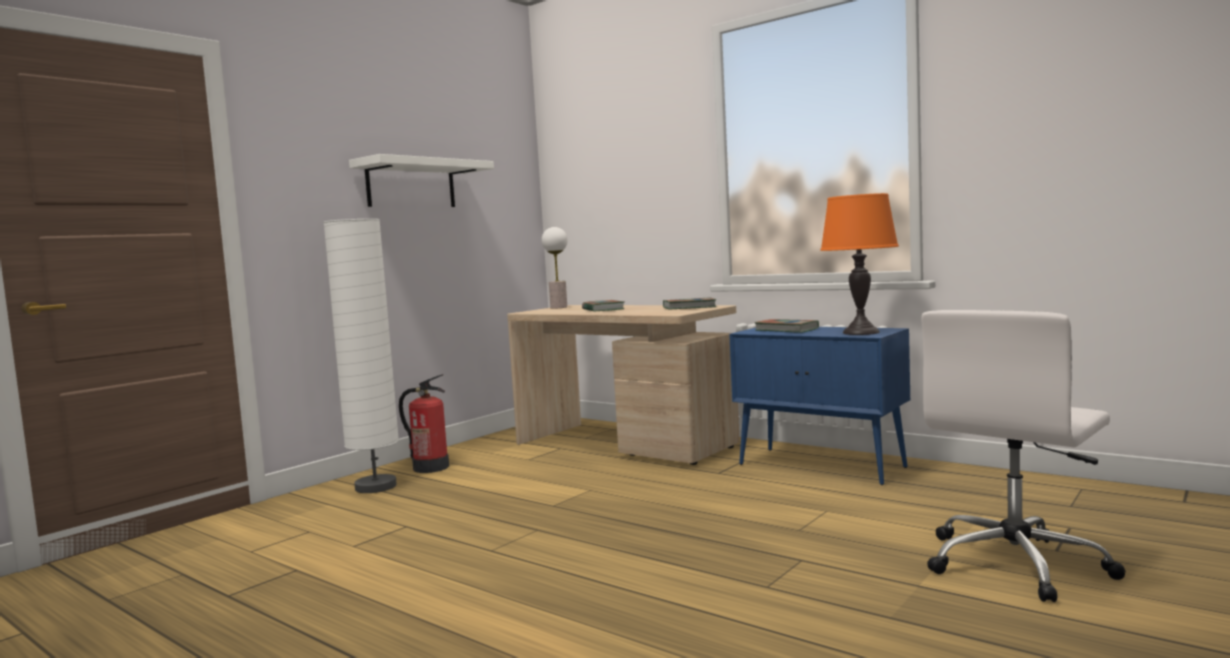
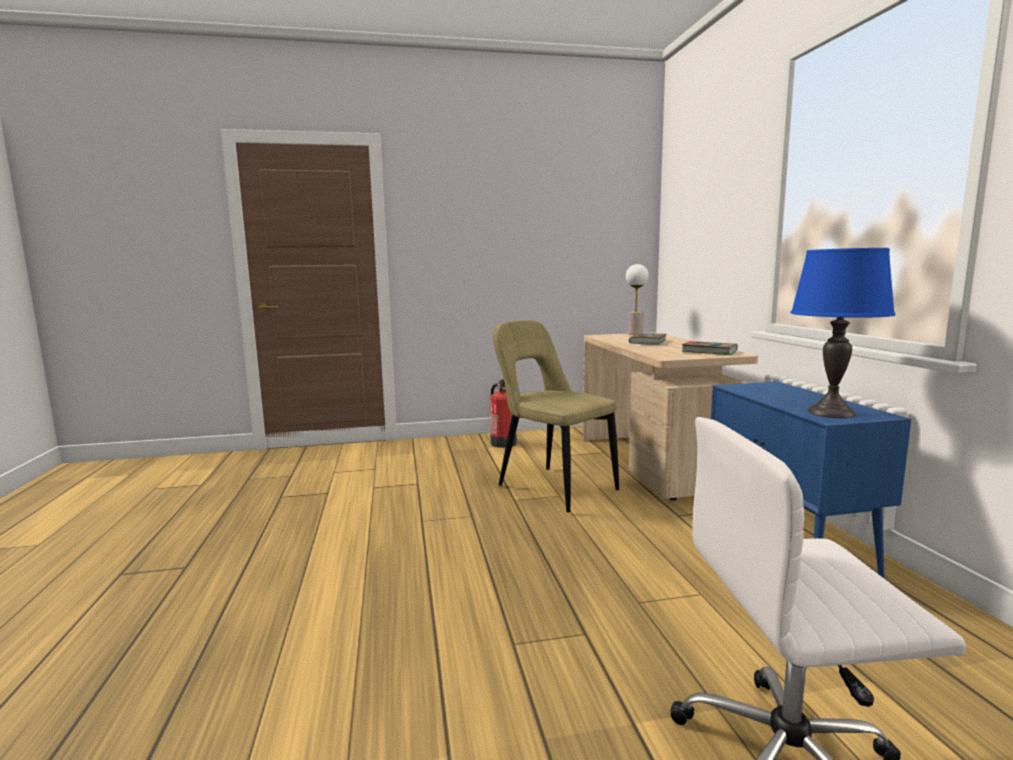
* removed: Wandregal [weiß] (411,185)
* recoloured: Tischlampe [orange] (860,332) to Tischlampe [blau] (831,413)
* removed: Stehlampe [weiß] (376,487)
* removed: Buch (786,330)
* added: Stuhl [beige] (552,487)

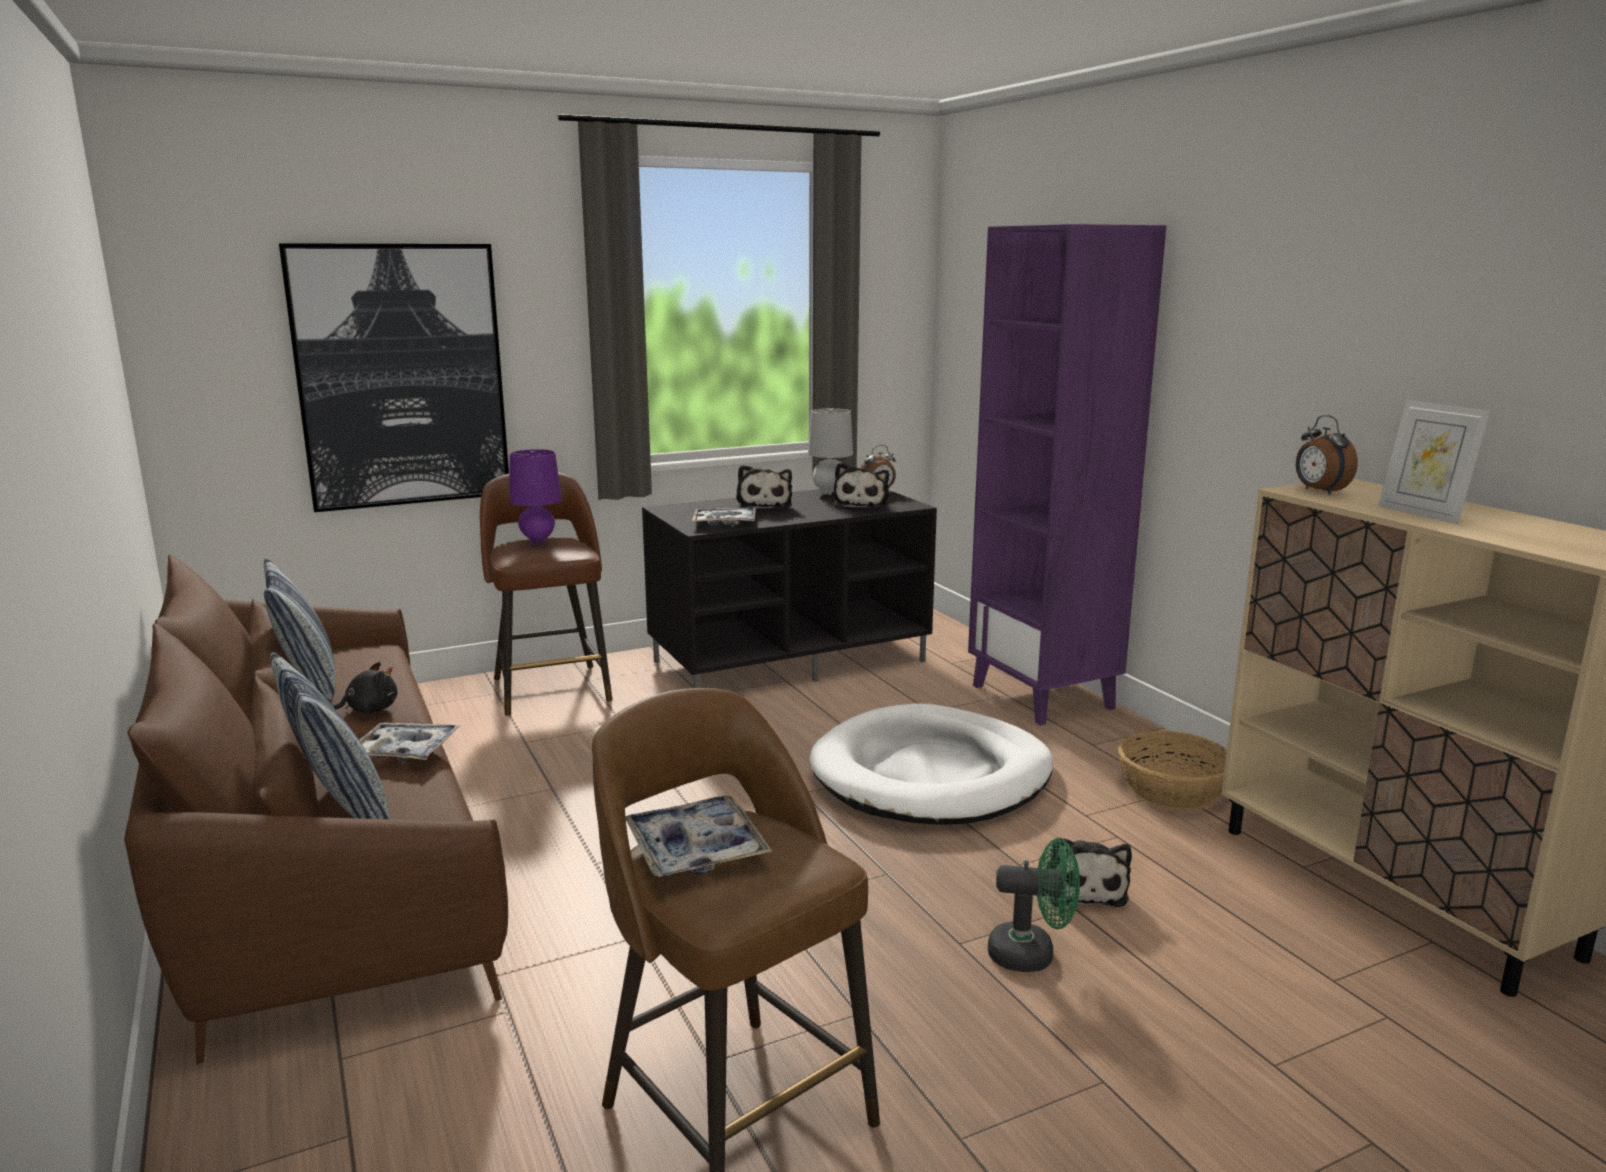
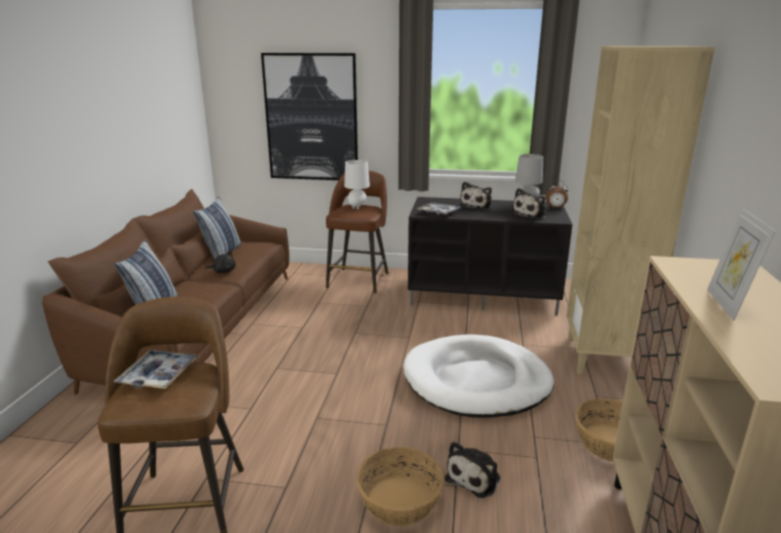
* recoloured: Bücherregal [lila] (1044,697) to Bücherregal [beige] (603,357)
* removed: Wecker (1319,491)
* recoloured: Tischlampe [lila] (539,544) to Tischlampe [weiß] (357,208)
* removed: Tablett (404,751)
* replaced: Ventilator [grün] (1032,954) to Korb (399,500)

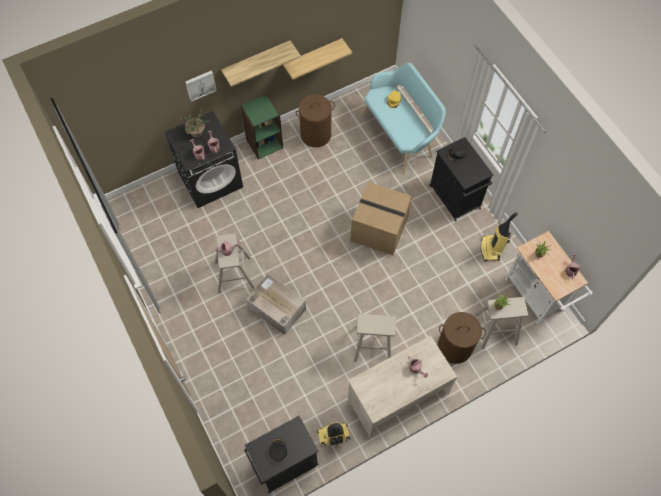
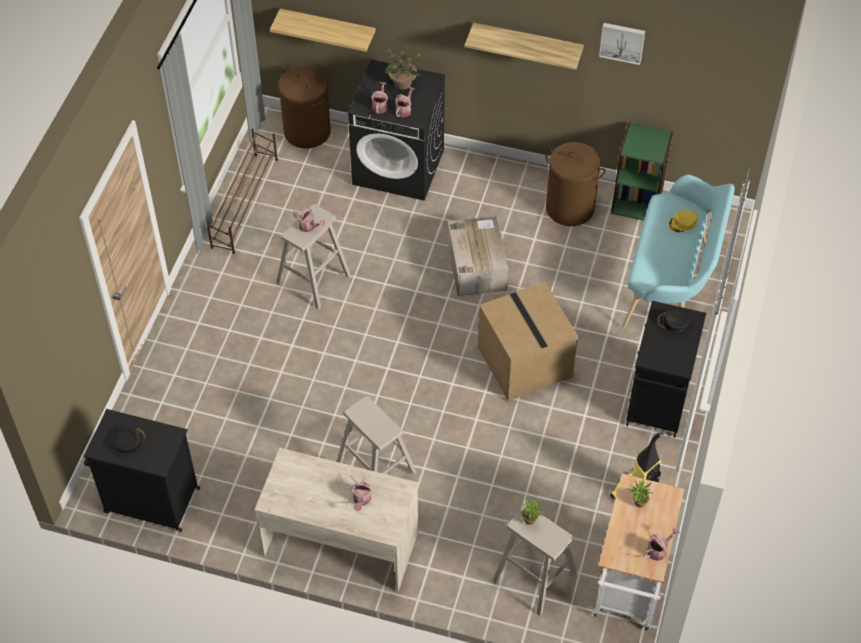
* moved: Wandregal (313,56) to (328,28)
* moved: Bild (200,85) to (622,42)
* moved: Bücherregal [grün] (264,143) to (637,202)
* moved: Karton (276,308) to (476,265)
* moved: Wäschekorb [braun] (454,347) to (307,132)
* removed: Staubsauger (333,436)
* added: Schuhregal [braun] (245,202)

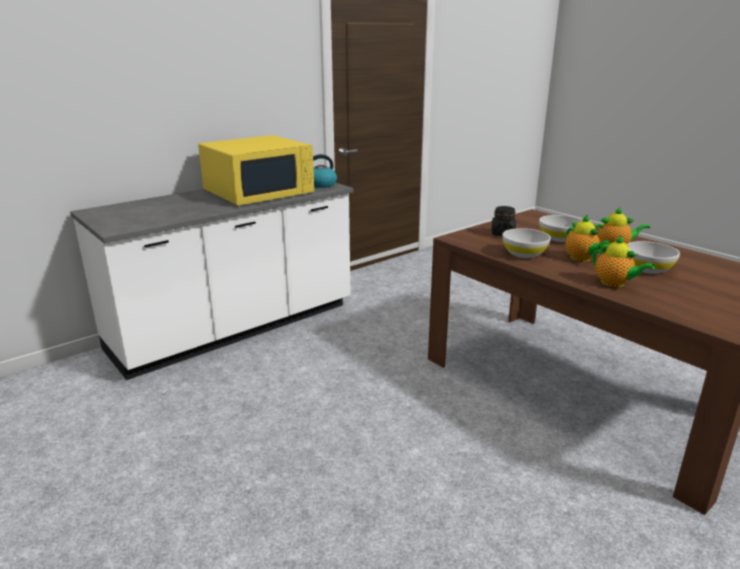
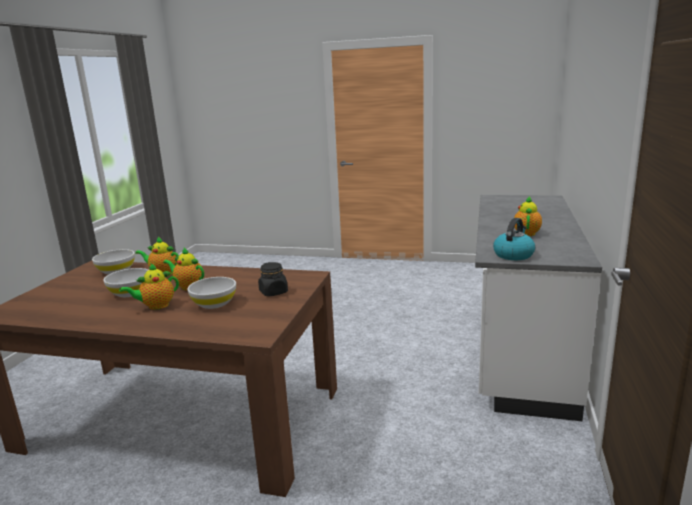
* replaced: Mikrowelle [gelb] (259,192) to Teekanne (526,233)
* moved: Schüssel [weiß] (524,254) to (116,271)

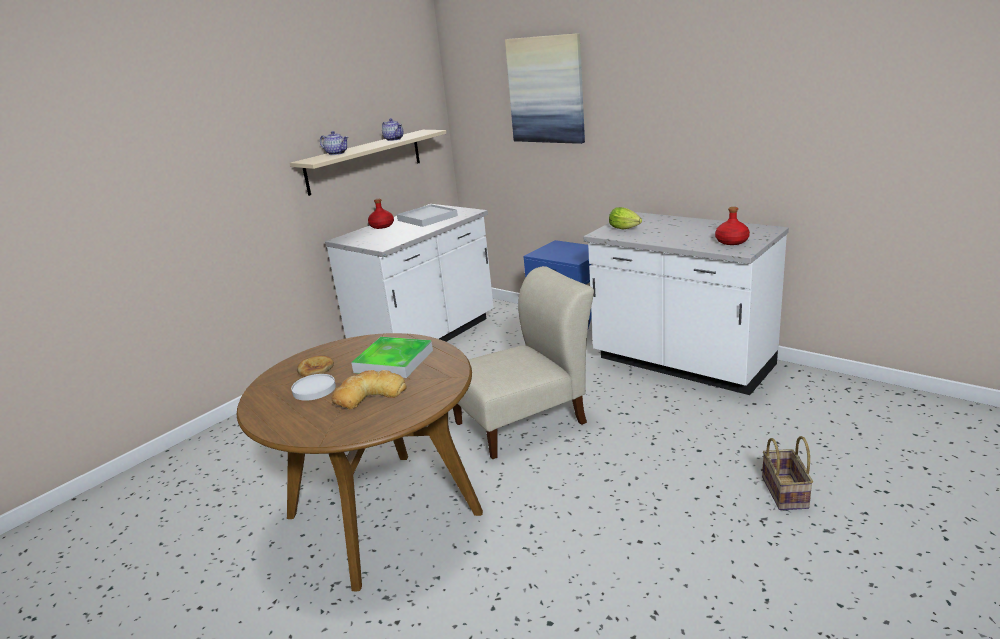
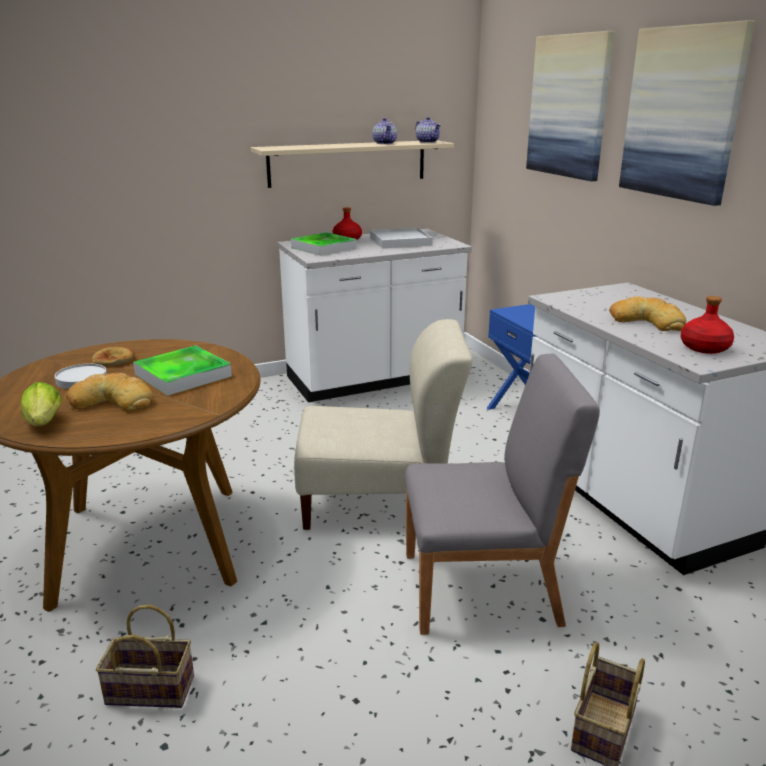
* moved: Teekanne (337,153) to (428,142)
* moved: Salatkopf (626,229) to (44,424)
* added: Bild (682,113)
* added: Tablett (323,248)
* added: Brot (647,321)
* added: Stuhl [grau] (483,588)
* added: Korb (147,691)

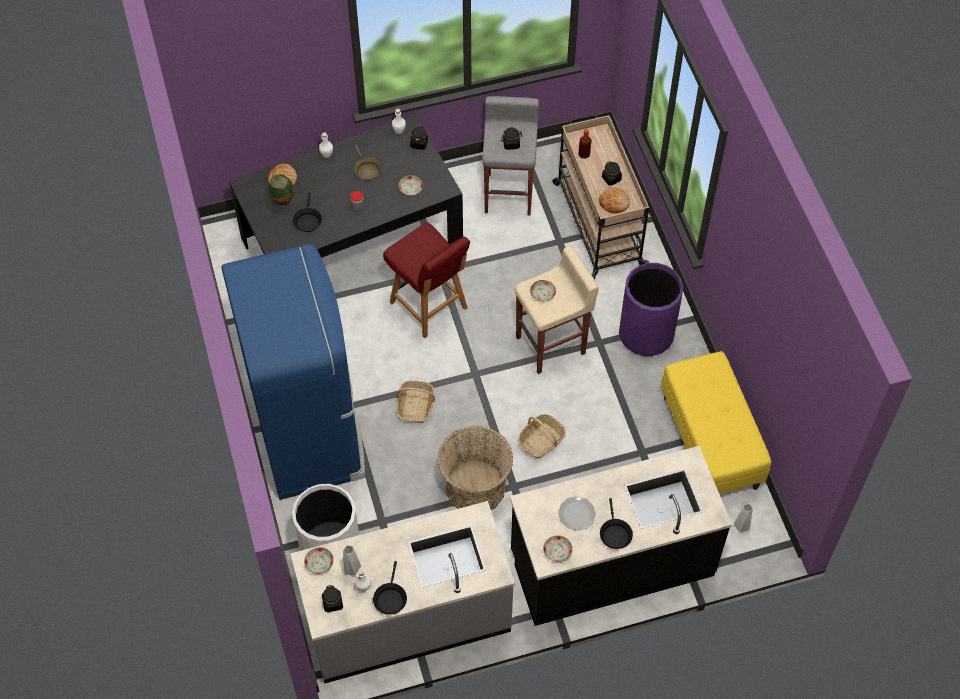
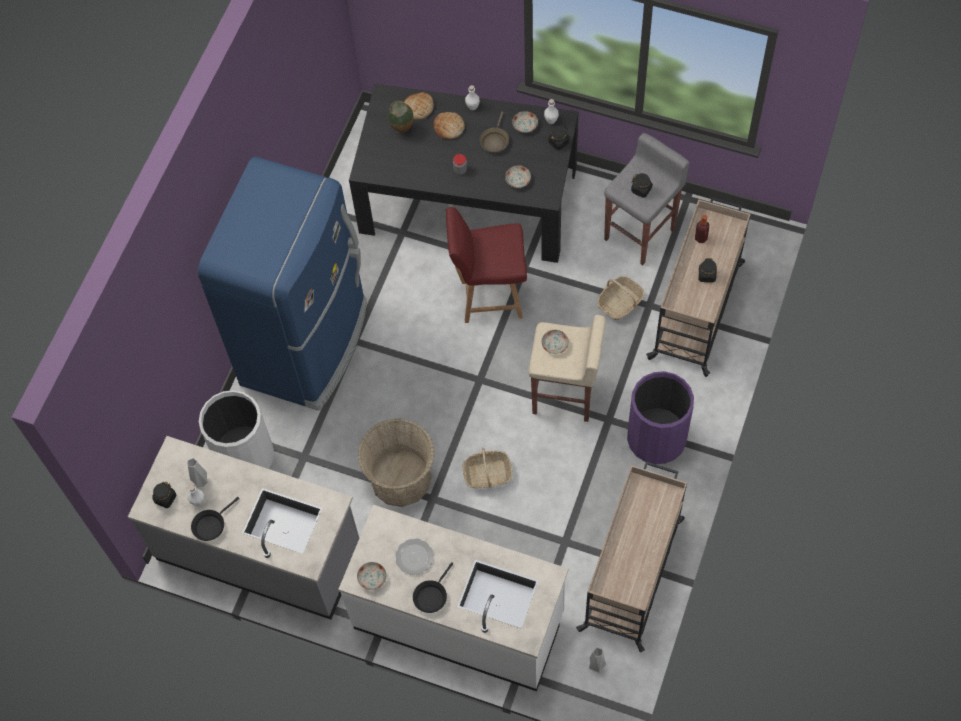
* moved: Brot (614,202) to (449,127)
* removed: Pfanne [schwarz] (307,220)
* turned: Stuhl [rot] (429,306) = (489,295) 90 degrees clockwise
* replaced: Bank [gelb] (711,442) to Rollwagen [beige] (632,573)
* moved: Korb (415,406) to (620,302)
* recoloured: Küchenzeile [schwarz] (611,563) to Küchenzeile [weiß] (459,619)
* moved: Teller (319,564) to (524,125)

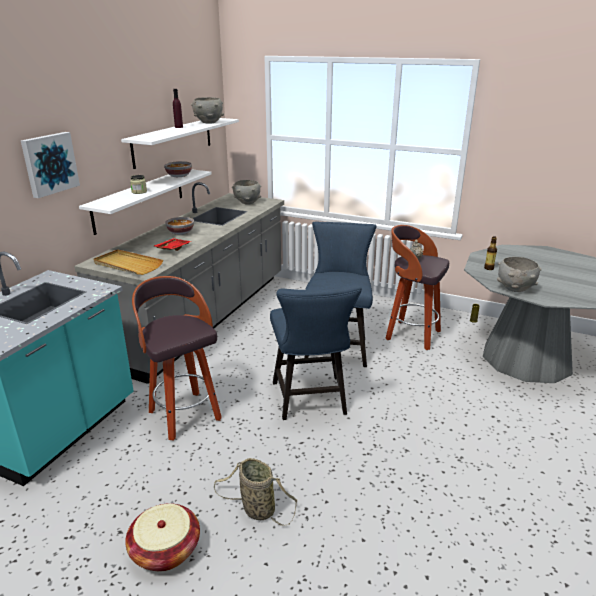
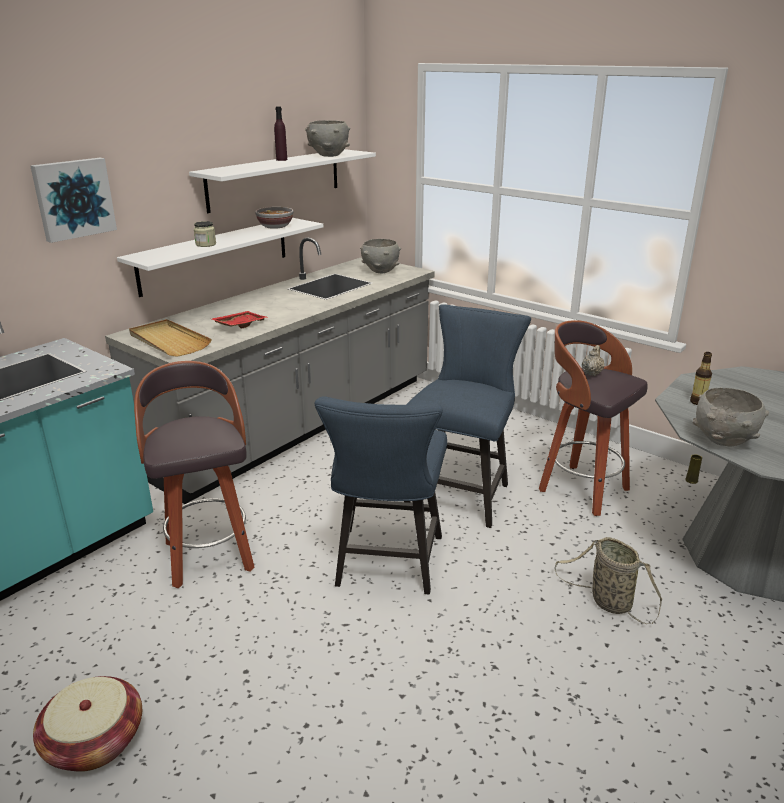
* removed: Schüssel (180,232)
* moved: Korb (256,509) to (607,601)

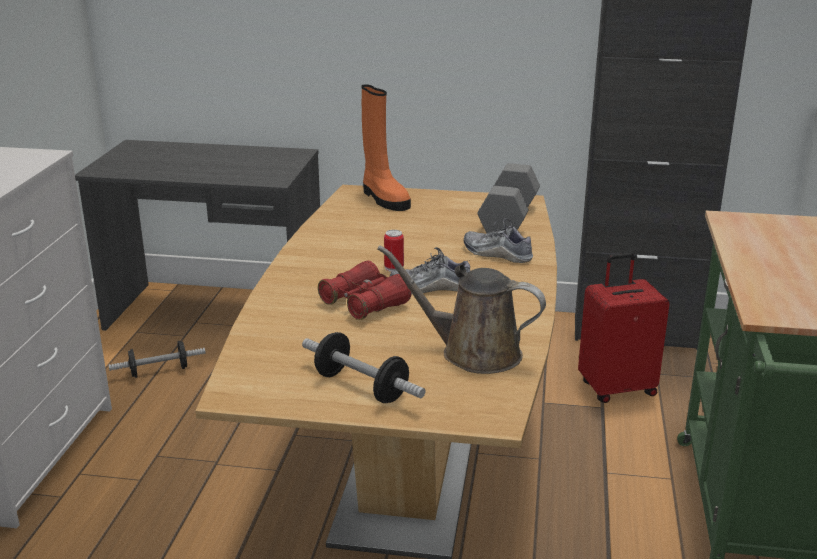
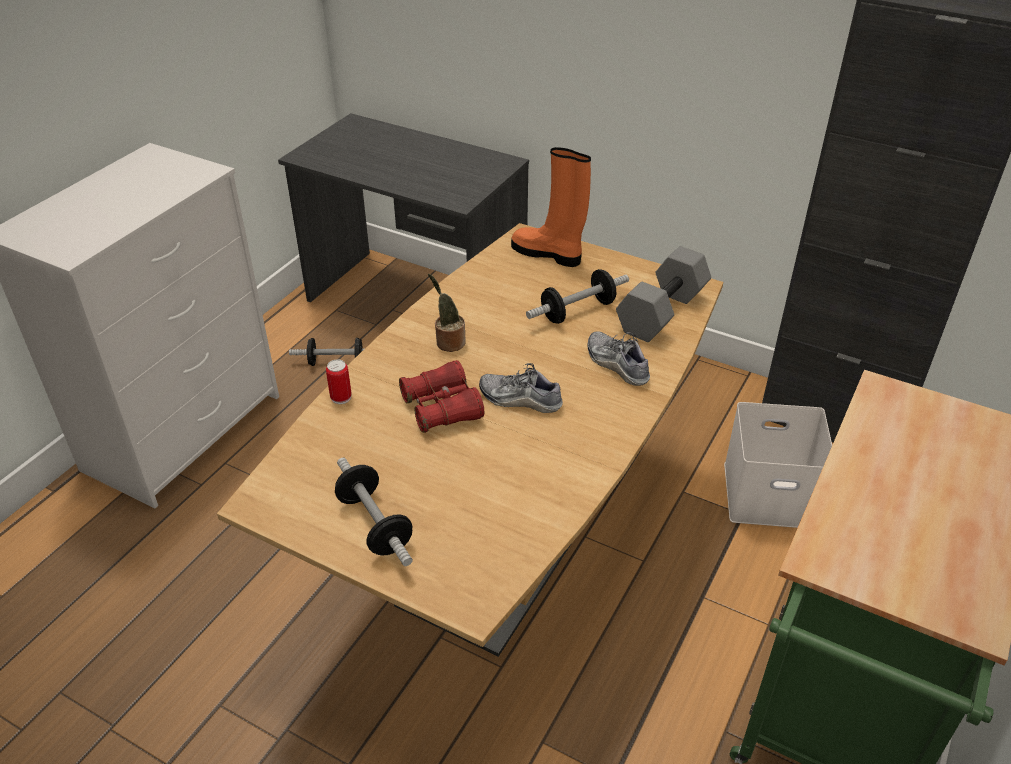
* turned: Stiefel [orange] (384,199) = (548,254) 135 degrees clockwise
* moved: Dose (394,268) to (341,397)
* removed: Gießkanne [braun] (473,352)
* replaced: Koffer [rot] (616,388) to Aufbewahrungsbox [weiß] (771,493)
* added: Hantel (577,311)
* added: Topfpflanze (448,342)

